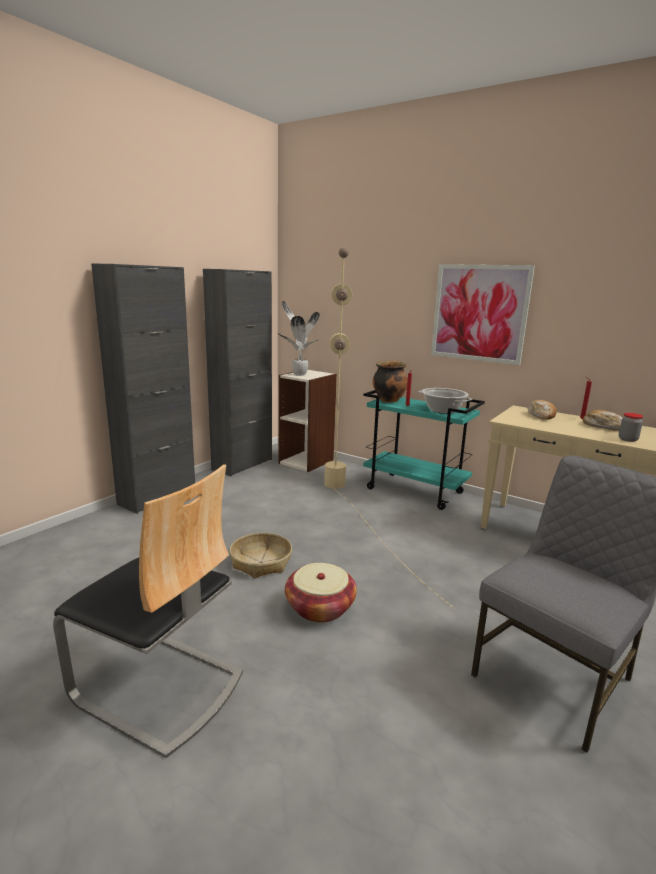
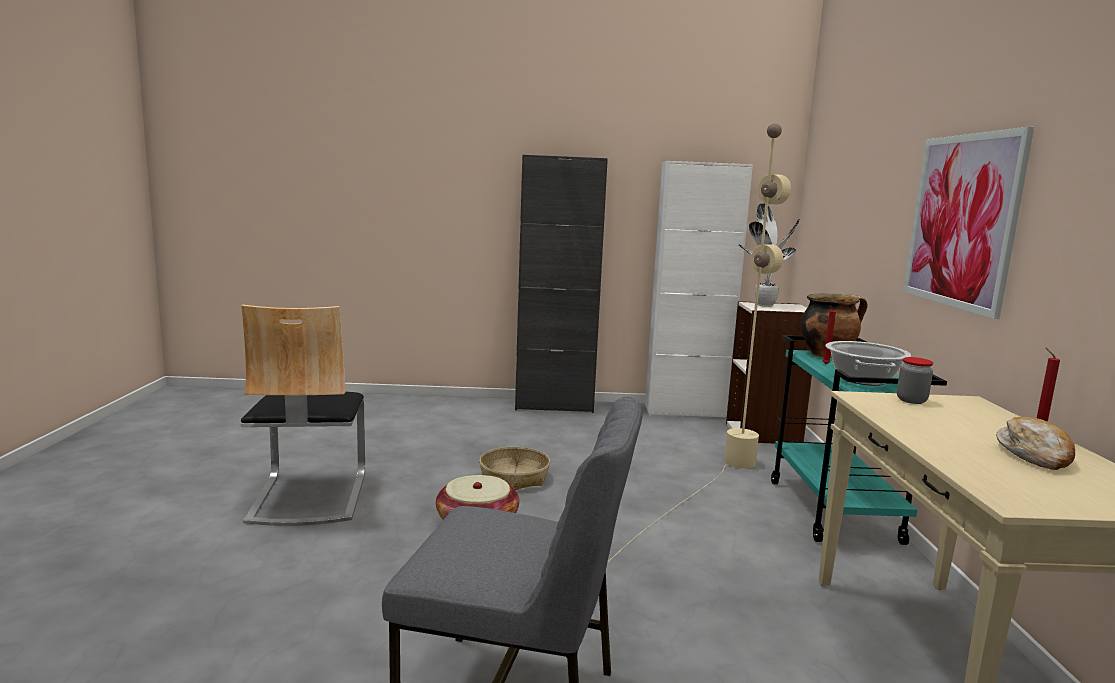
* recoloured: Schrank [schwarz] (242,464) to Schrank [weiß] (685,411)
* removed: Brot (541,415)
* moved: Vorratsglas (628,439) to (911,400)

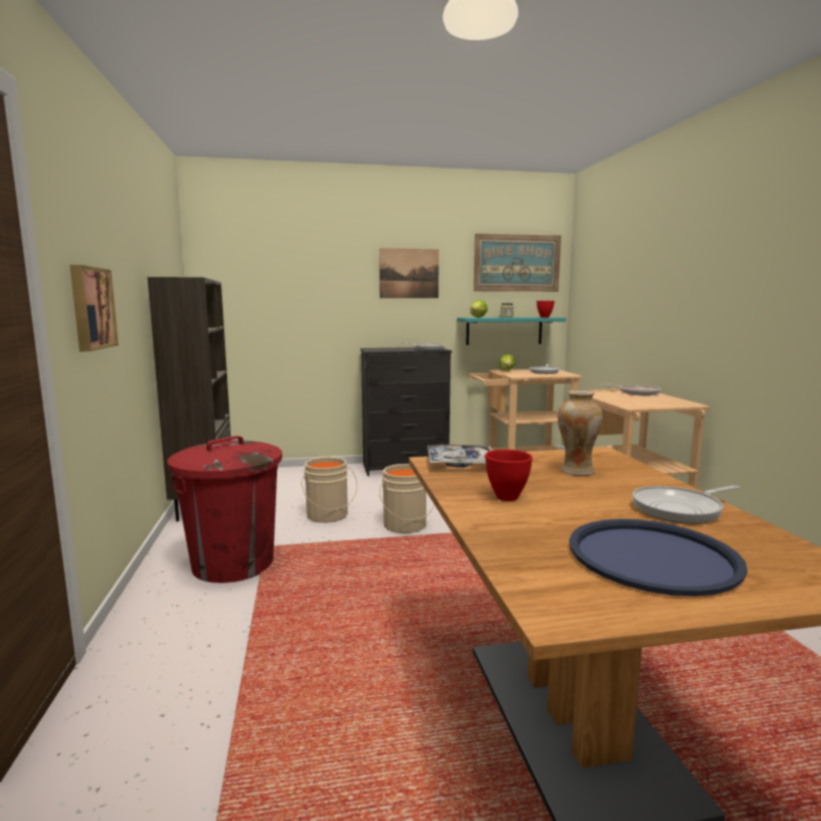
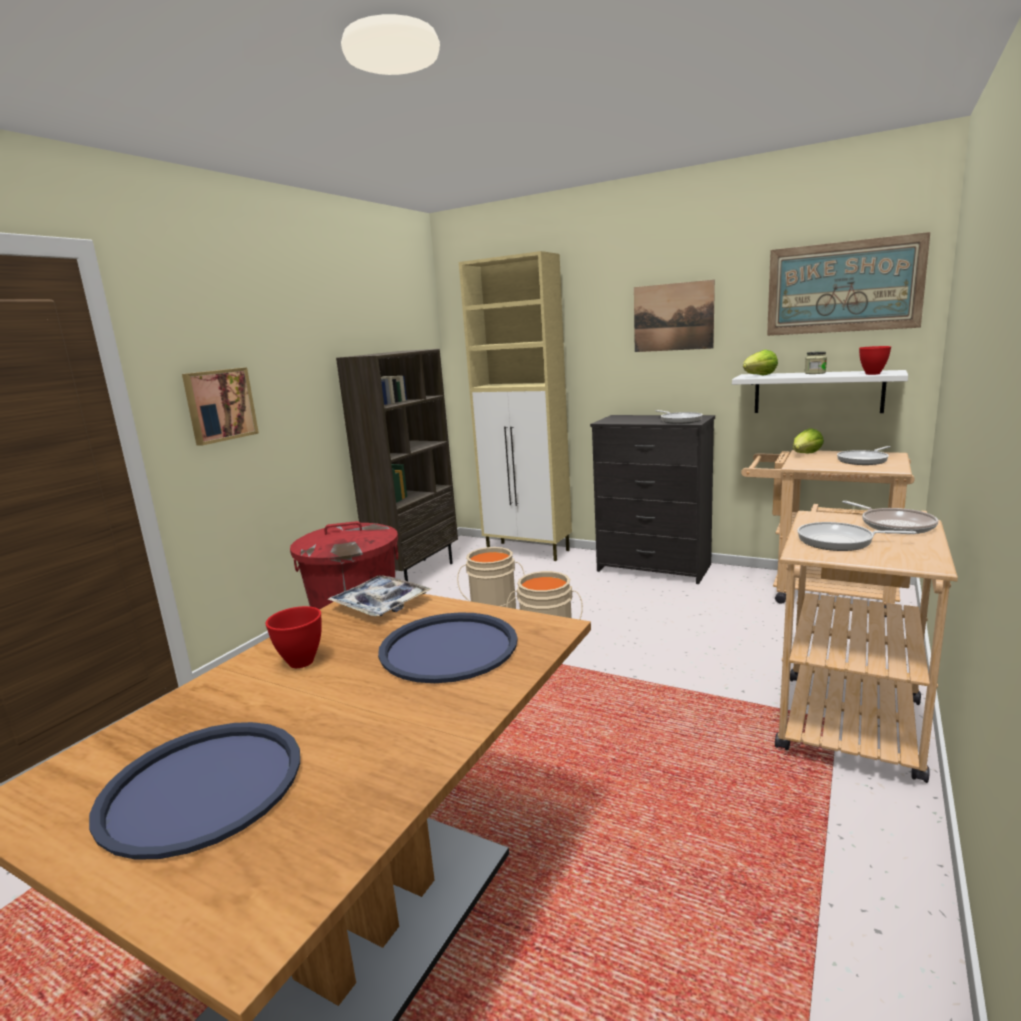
* recoloured: Wandregal [türkis] (504,330) to Wandregal [weiß] (817,392)
* replaced: Vase (576,471) to Tablett [blau] (449,648)
* moved: Pfanne (680,509) to (840,541)
* added: Schrank [beige] (529,551)

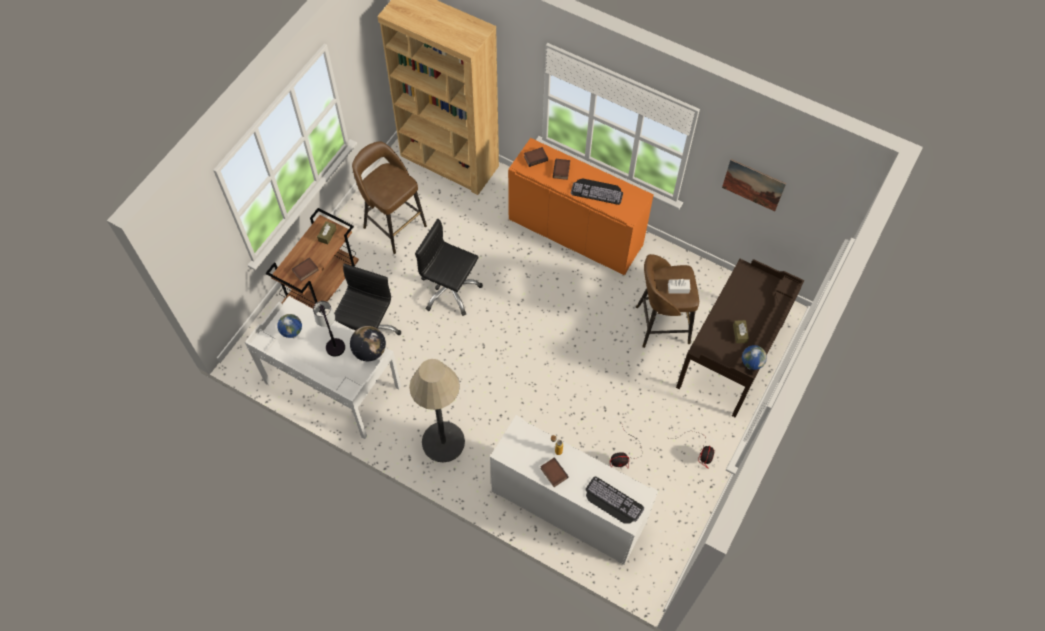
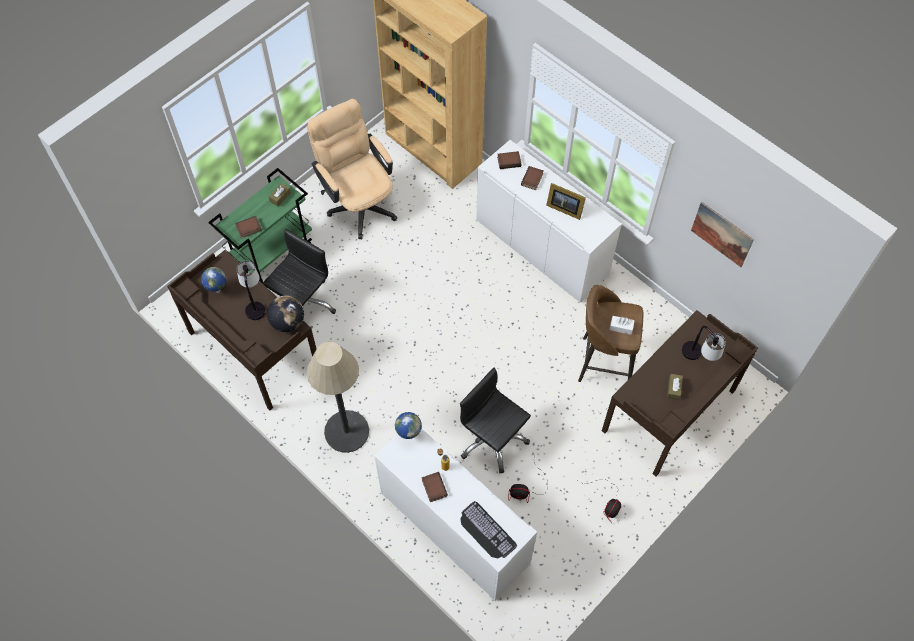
* recoloured: Schrank [orange] (575,232) to Schrank [weiß] (541,247)
* replaced: Hocker [braun] (393,225) to Bürostuhl [beige] (358,202)
* replaced: Tastatur (597,191) to Bilderrahmen (564,208)
* recoloured: Rollwagen [braun] (323,290) to Rollwagen [grün] (271,252)
* moved: Bürostuhl [schwarz] (450,290) to (492,440)
* recoloured: Schreibtisch [weiß] (332,385) to Schreibtisch [braun] (253,349)
* moved: Globus (749,367) to (408,434)
* added: Tischlampe (698,358)

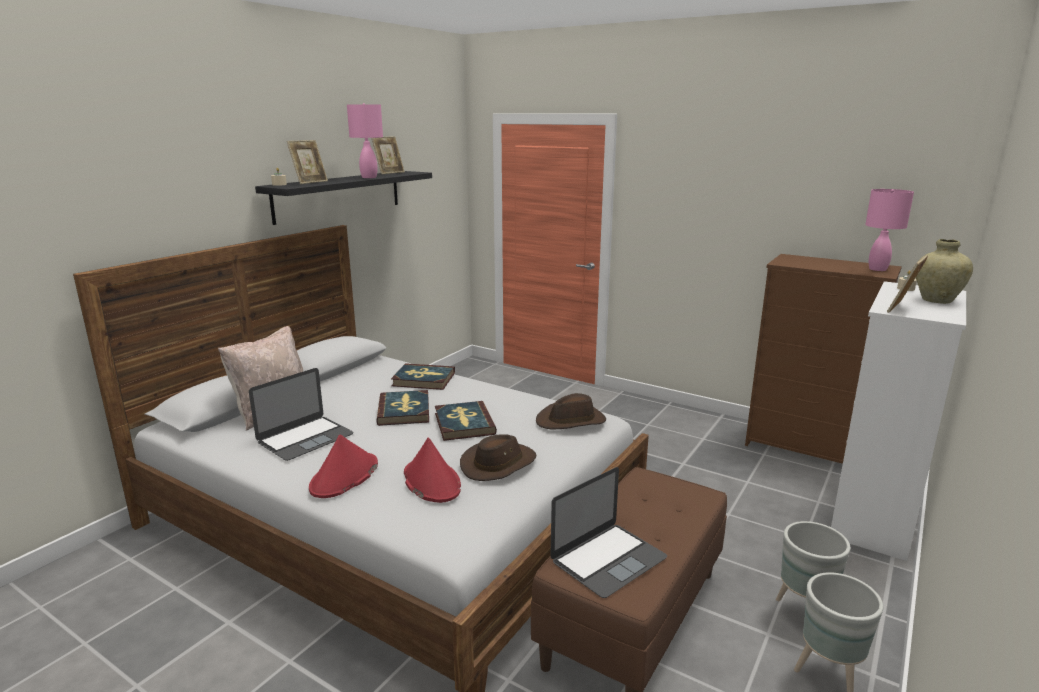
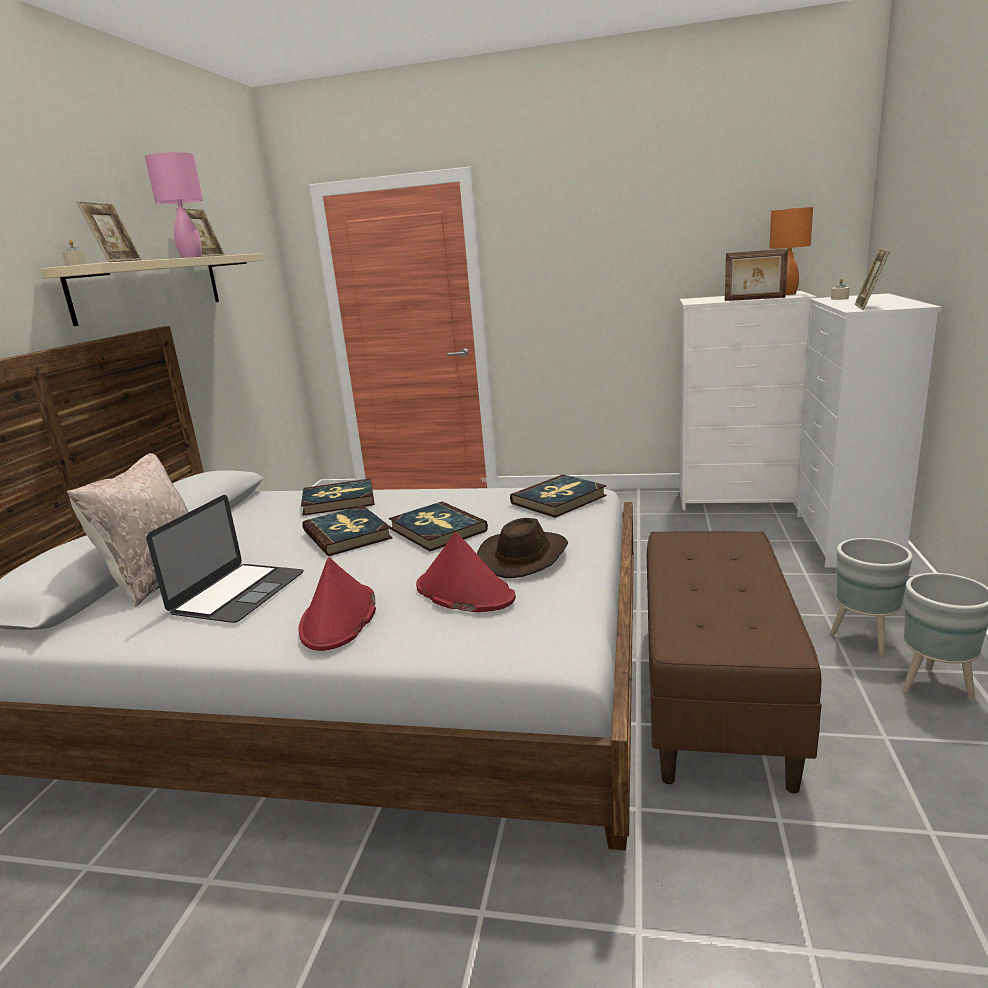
* recoloured: Wandregal [schwarz] (339,195) to Wandregal [beige] (150,287)
* recoloured: Tischlampe [rosa] (878,269) to Tischlampe [orange] (787,294)
* removed: Vase [beige] (936,300)
* recoloured: Kommode [braun] (805,448) to Kommode [weiß] (737,499)
* replaced: Hut [braun] (571,421) to Buch (559,499)
* removed: Laptop (608,559)
* added: Bilderrahmen (754,299)

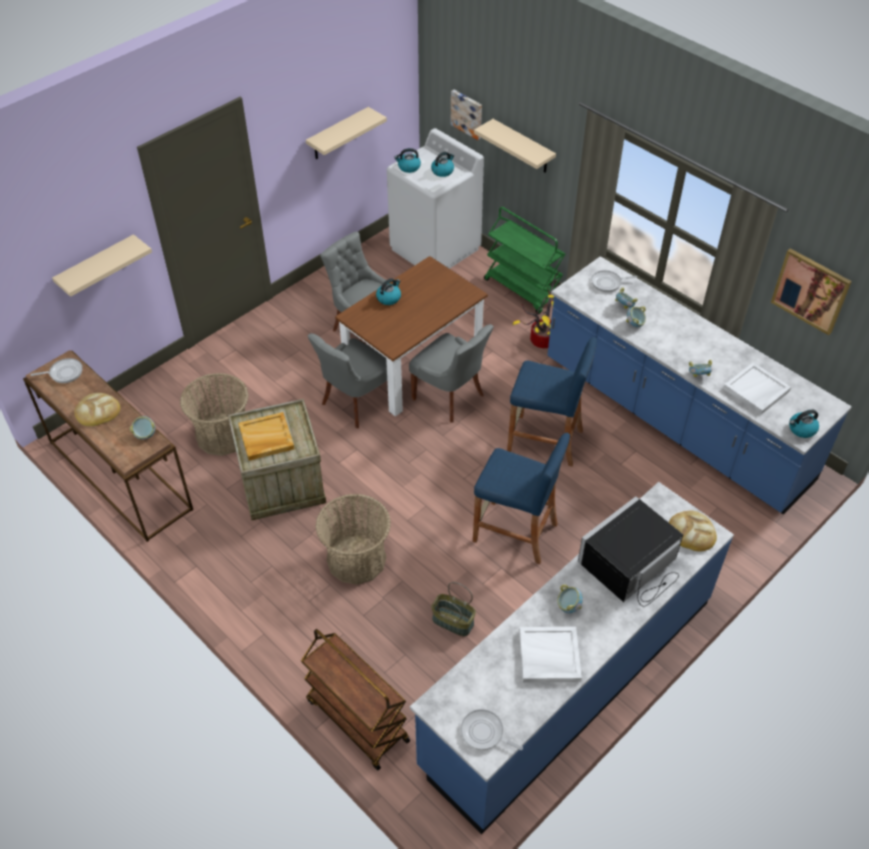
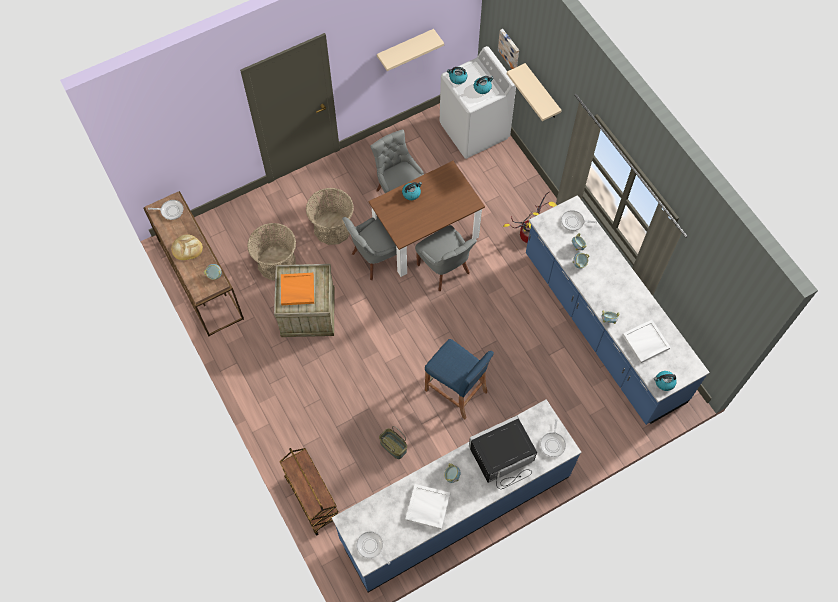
* removed: Rollwagen [grün] (522,290)
* removed: Wandregal [beige] (97,267)
* removed: Bild (811,291)
* removed: Hocker [blau] (545,441)
* recoloured: Tablett [beige] (266,438) to Tablett [orange] (297,290)
* moved: Korb (356,559) to (332,228)
* replaced: Brot (691,532) to Pfanne (553,443)

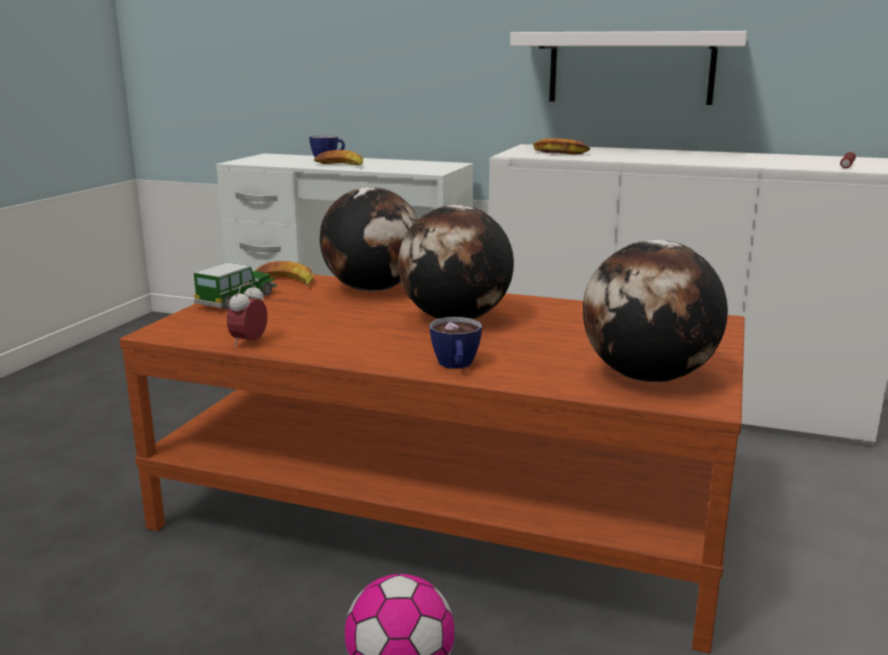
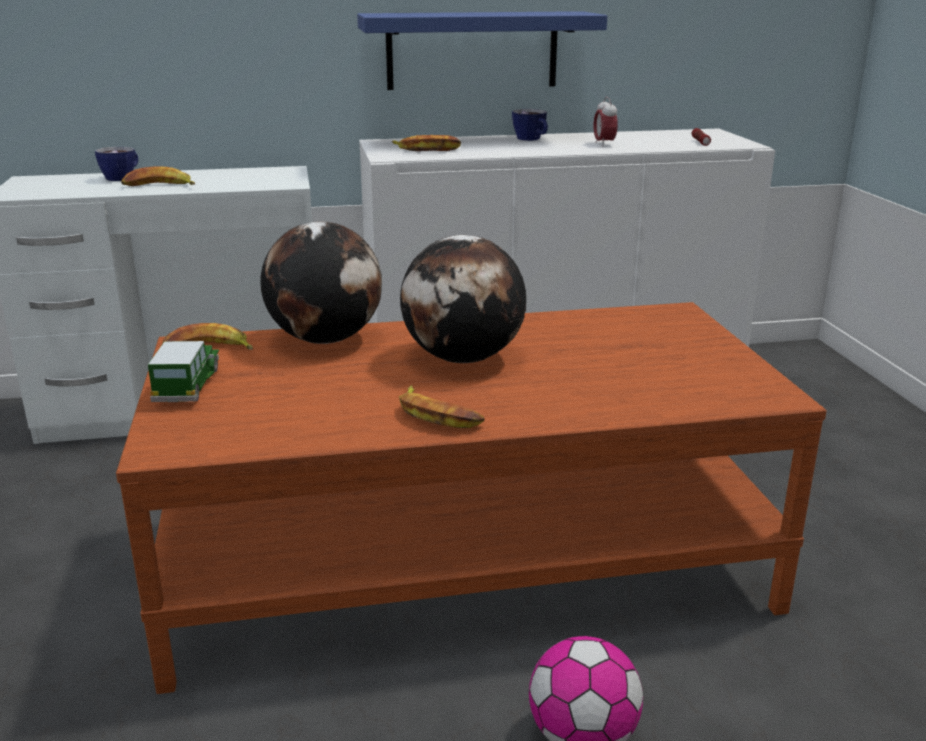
* recoloured: Wandregal [weiß] (630,68) to Wandregal [blau] (472,50)
* removed: Globus (648,377)
* moved: Wecker (249,343) to (604,144)
* moved: Tasse (456,366) to (532,139)
* added: Banane (438,415)

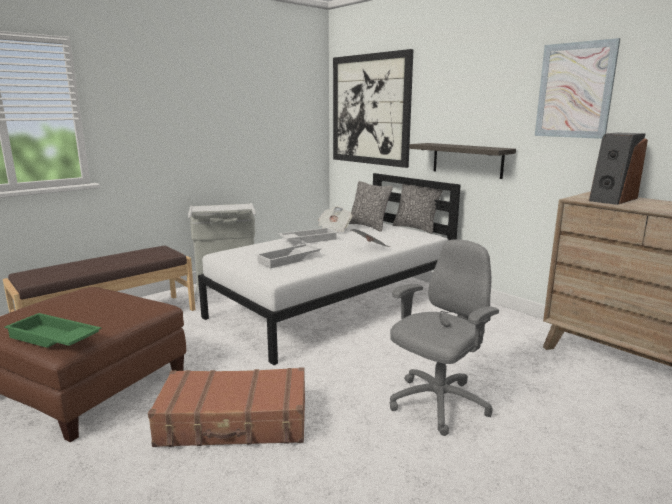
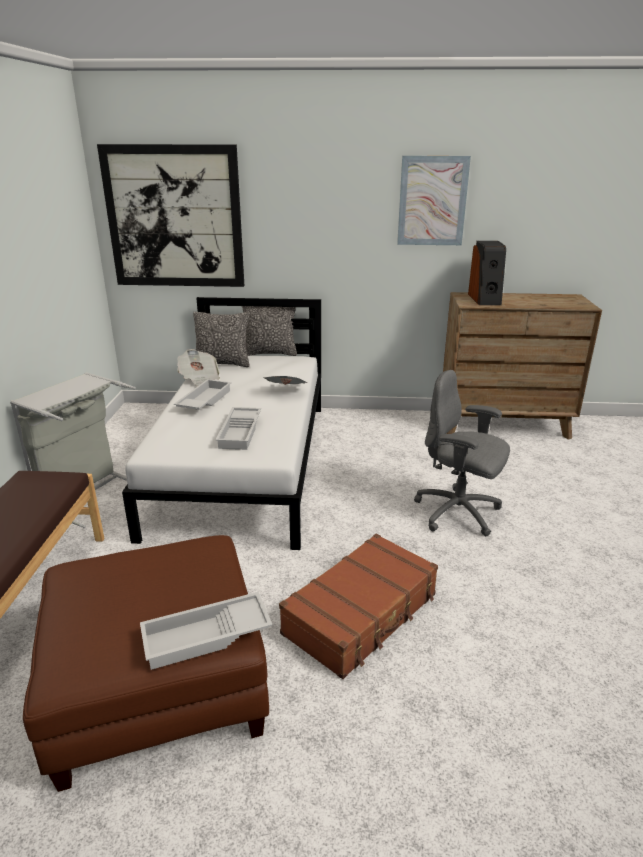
* removed: Wandregal (467,160)
* turned: Bürostuhl [grau] (437,404) = (458,513) 60 degrees counterclockwise
* recoloured: Tablett [grün] (52,338) to Tablett [weiß] (206,637)

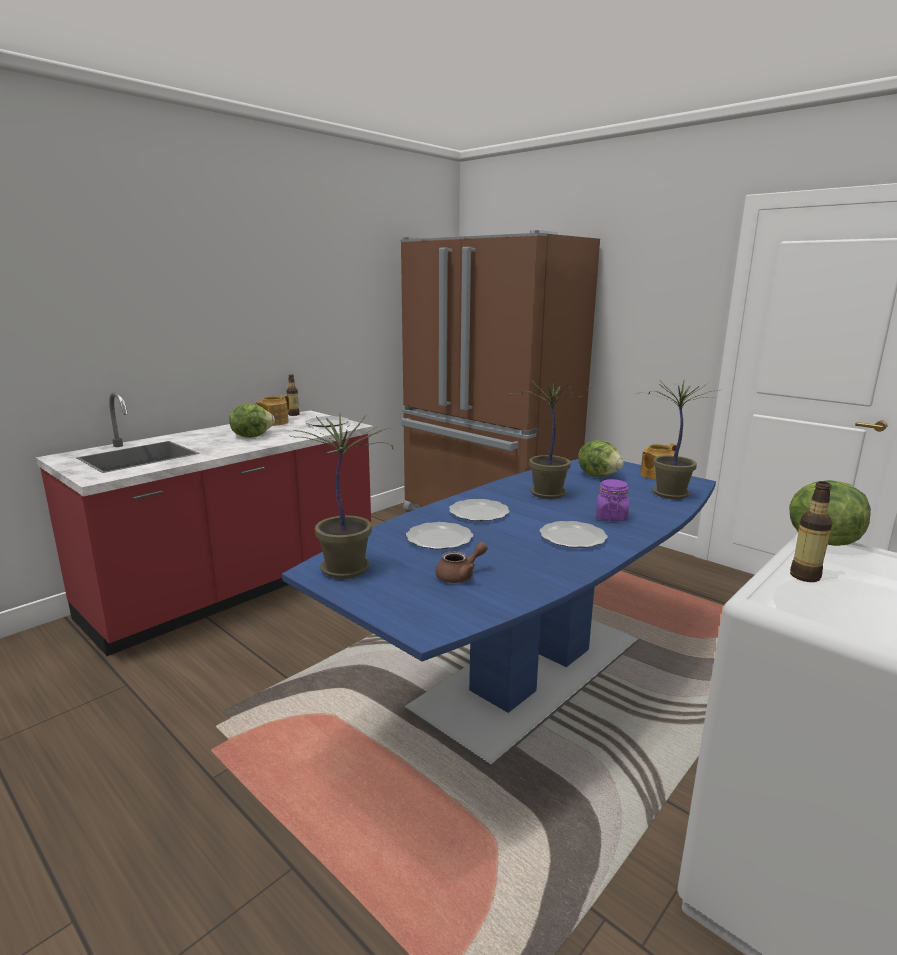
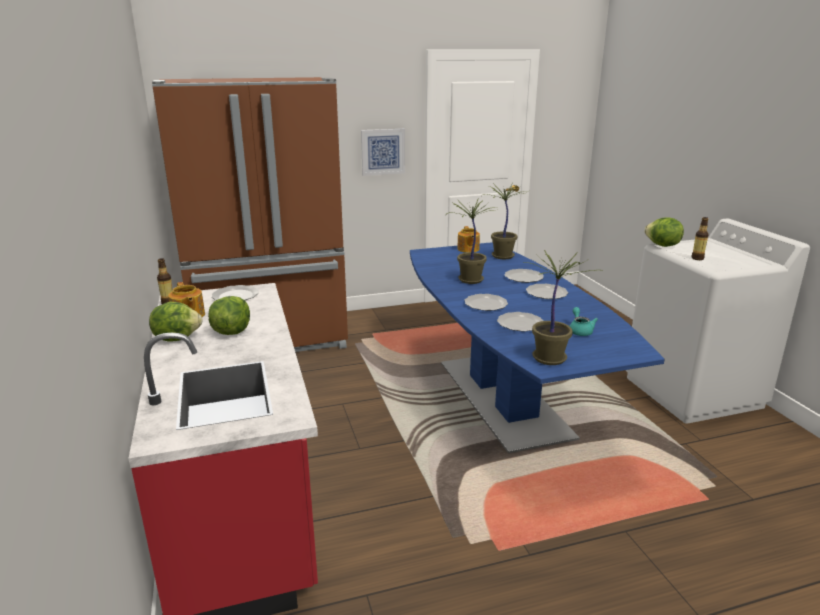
* moved: Salatkopf (599,475) to (177,338)
* replaced: Vorratsglas [lila] (611,517) to Teller (524,277)
* recoloured: Teekanne [braun] (460,576) to Teekanne [türkis] (580,330)
* added: Bild (383,151)

